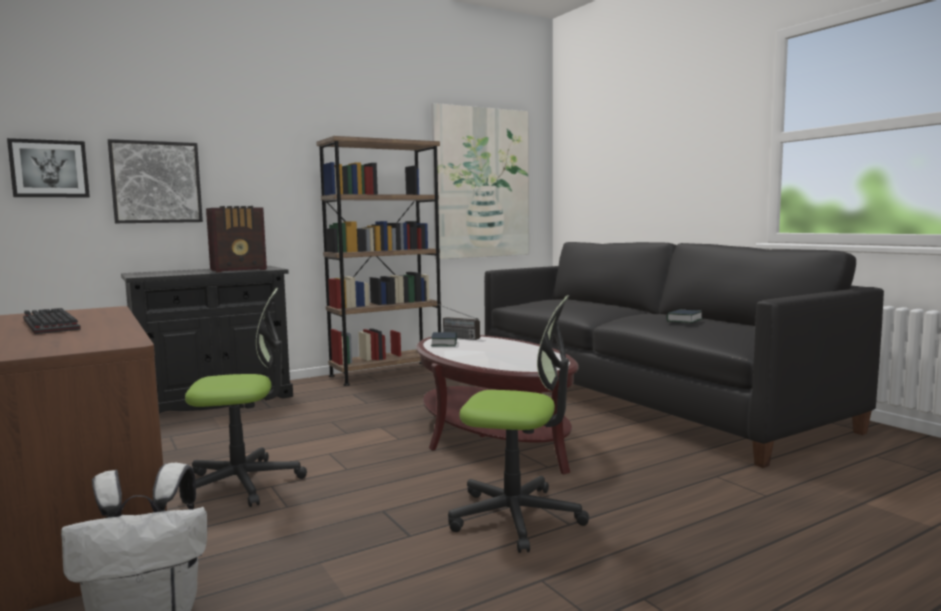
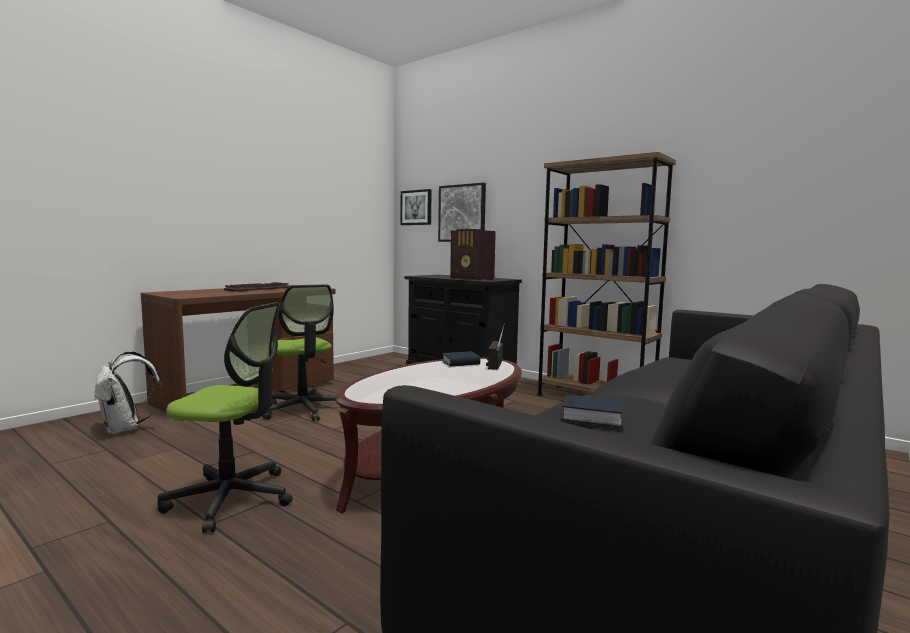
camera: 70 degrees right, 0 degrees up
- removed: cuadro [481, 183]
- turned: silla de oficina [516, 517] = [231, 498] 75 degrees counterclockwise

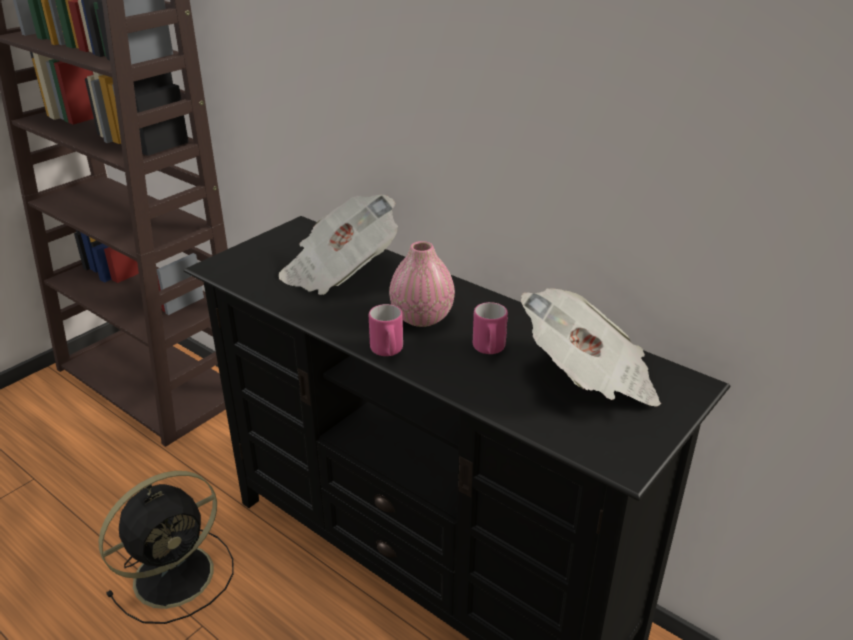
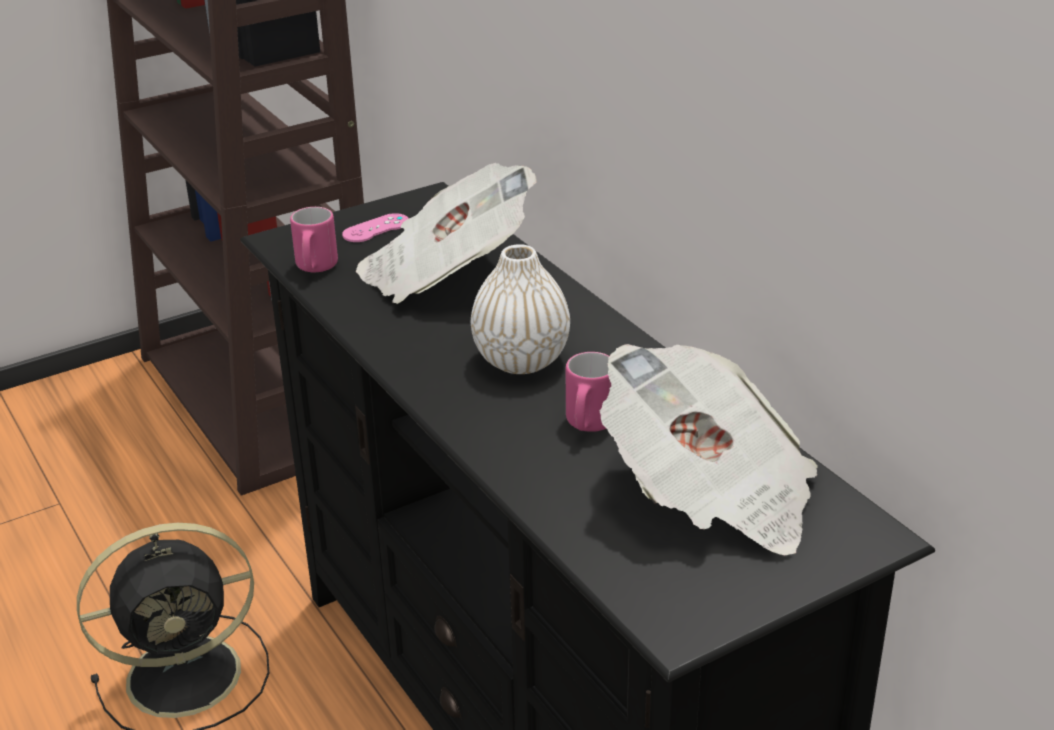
camera: 20 degrees right, 0 degrees up
- added: mando de consola [rosa] [376, 228]
- moved: taza grande [rosa] [388, 352] to [315, 268]
- recoloured: florero [rosa] [422, 317] to florero [blanco] [521, 360]

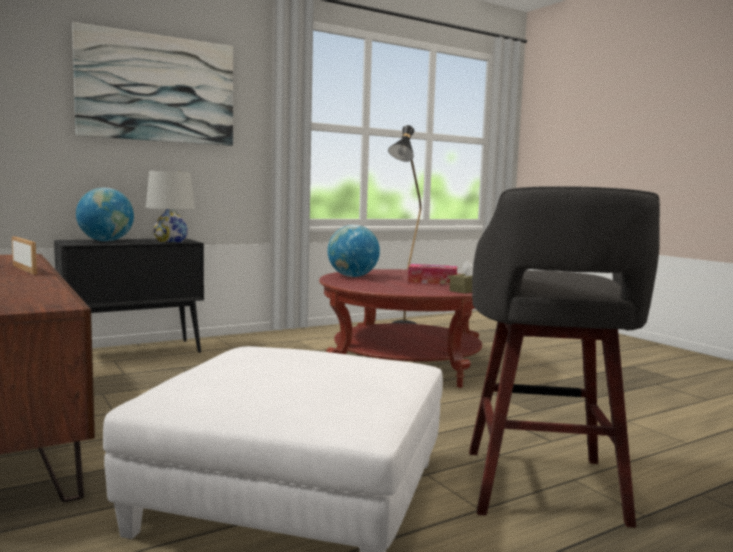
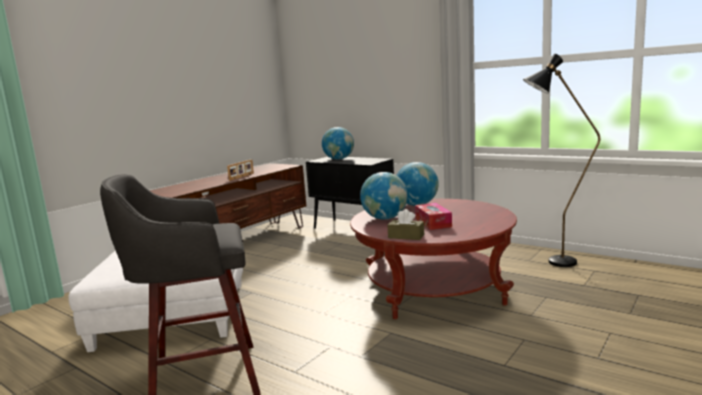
camera: 70 degrees right, 5 degrees up
- removed: cuadro [157, 89]
- removed: lámpara de mesa [blanco] [170, 241]
- added: globo terráqueo [385, 218]

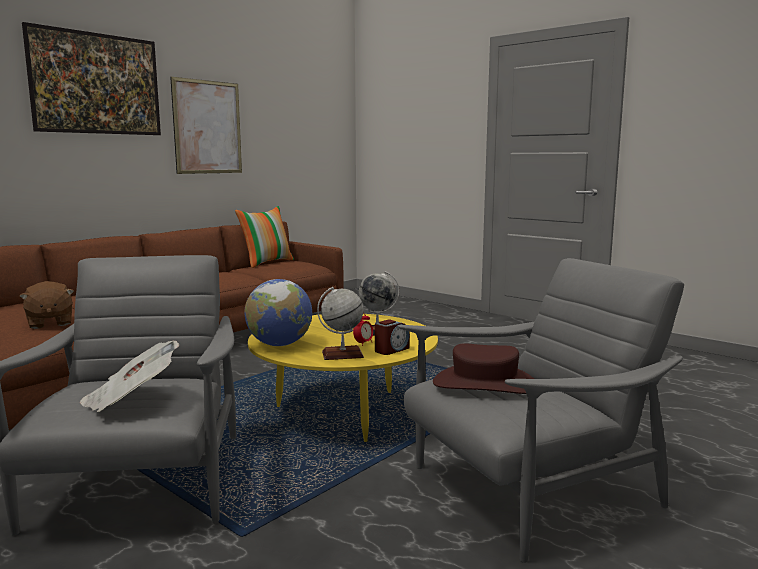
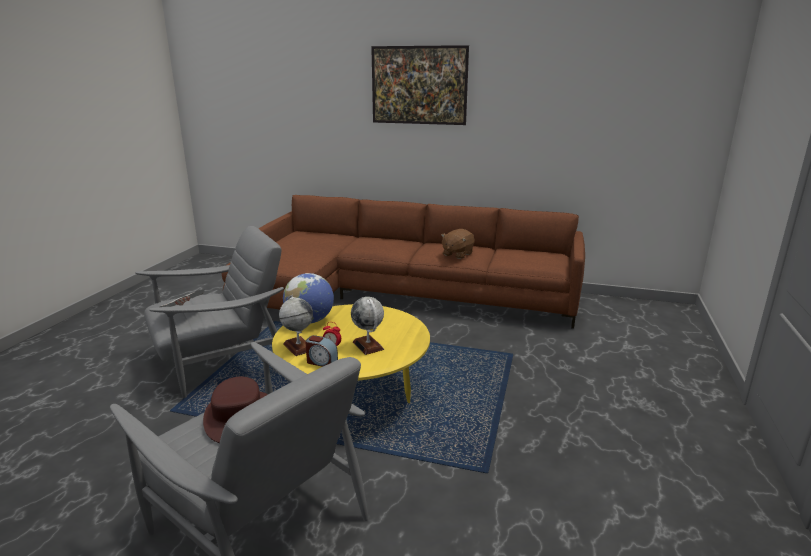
camera: 65 degrees right, 10 degrees up
- removed: cuadro [207, 127]
- removed: cojín [267, 263]
- moved: peluche [marrón] [49, 323] to [457, 254]

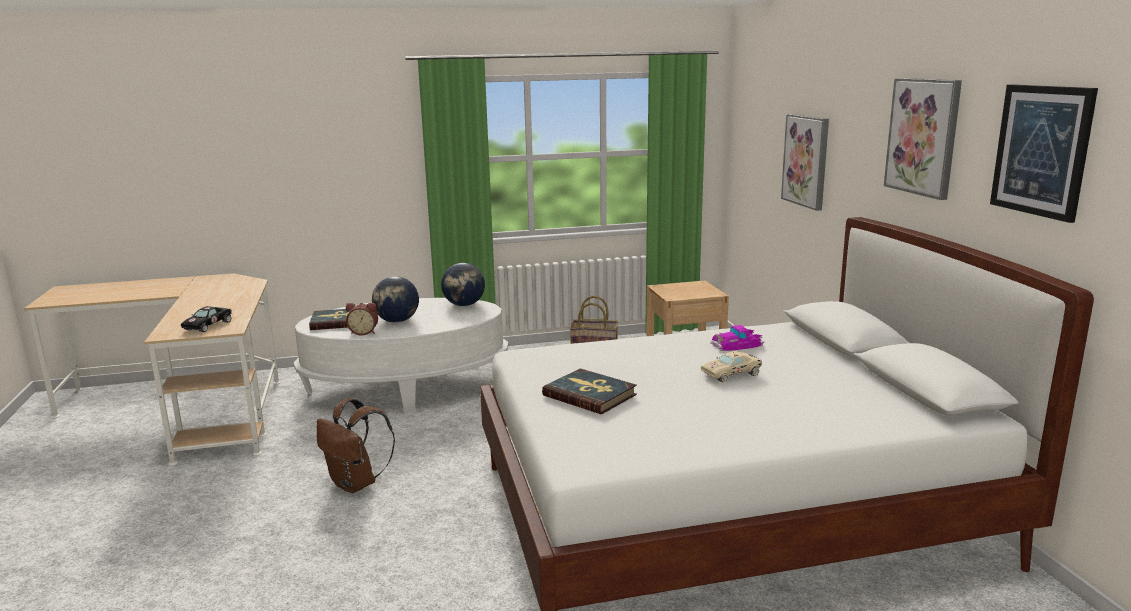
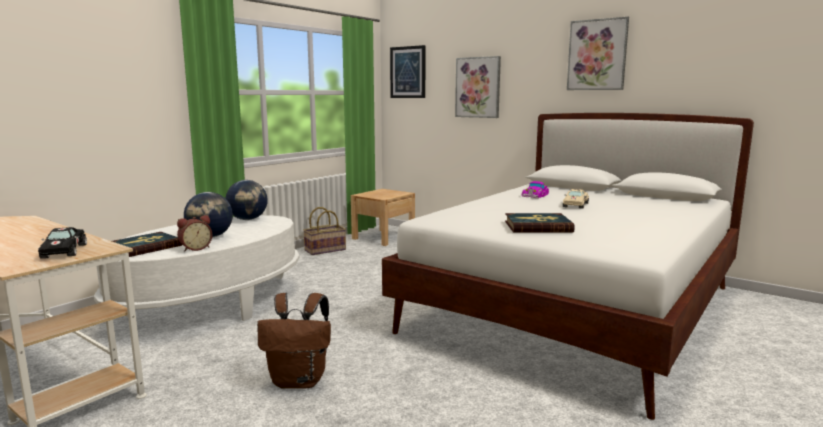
camera: 40 degrees left, 5 degrees down
- moved: cuadro [1042, 150] to [408, 72]

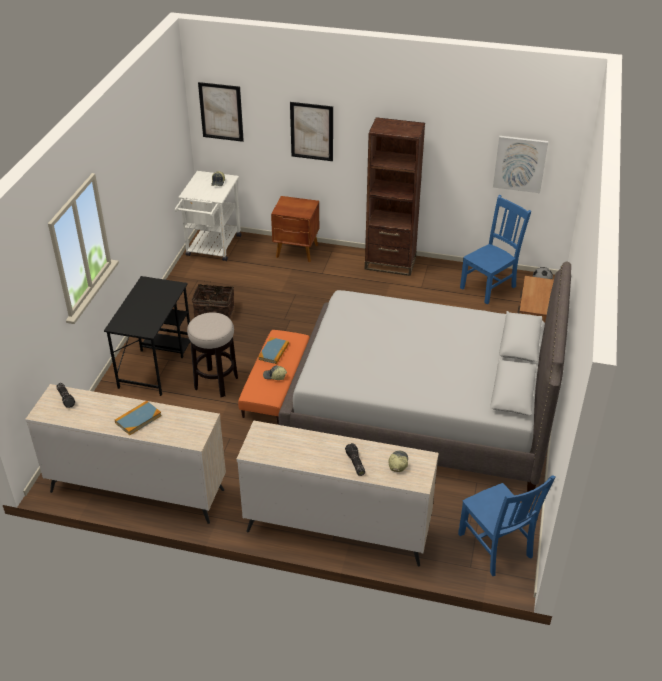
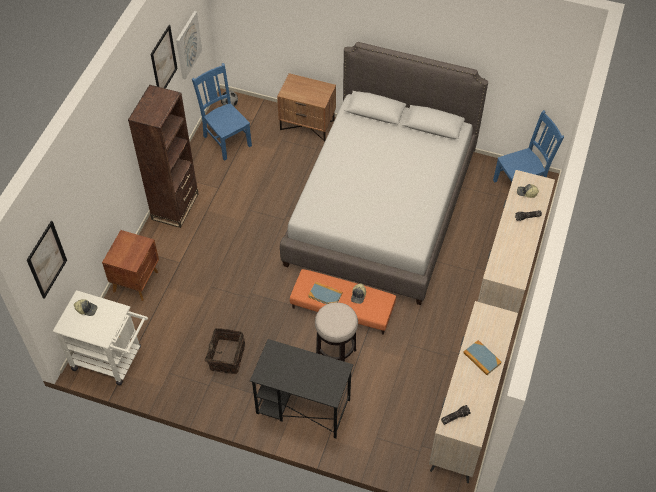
camera: 85 degrees left, 15 degrees up
- moved: cuadro [312, 131] to [163, 61]

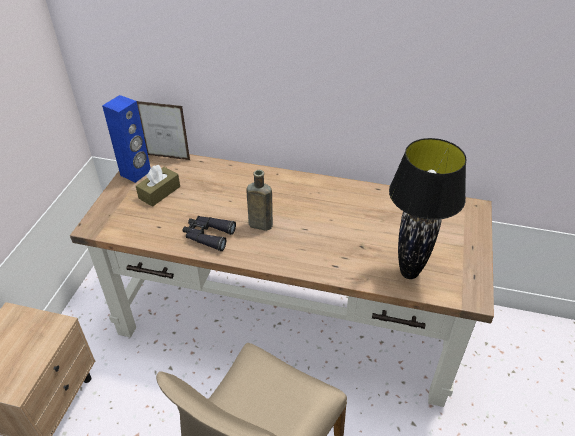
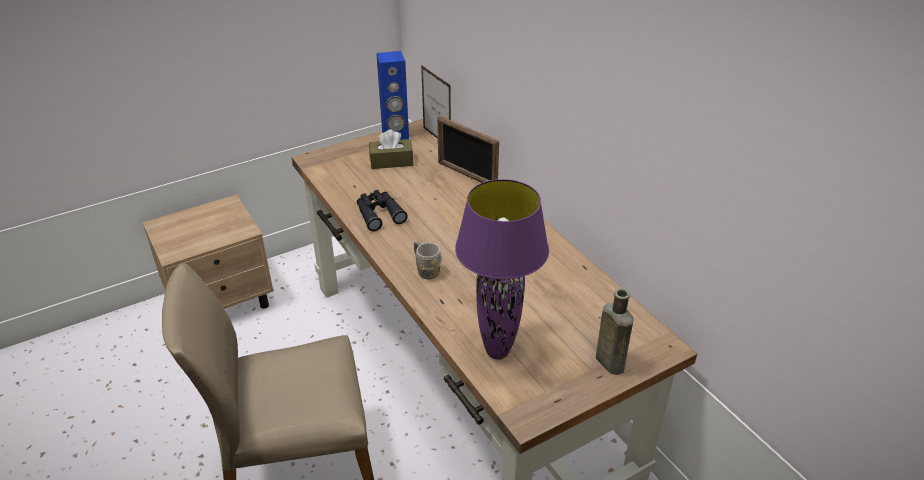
camera: 45 degrees right, 5 degrees down
- added: taza grande [gris] [426, 270]
- added: portarretratos [466, 175]
- moved: botella [marrón] [258, 224] to [608, 361]
- recoloured: lámpara de mesa [negro] [408, 273] to lámpara de mesa [morado] [496, 352]

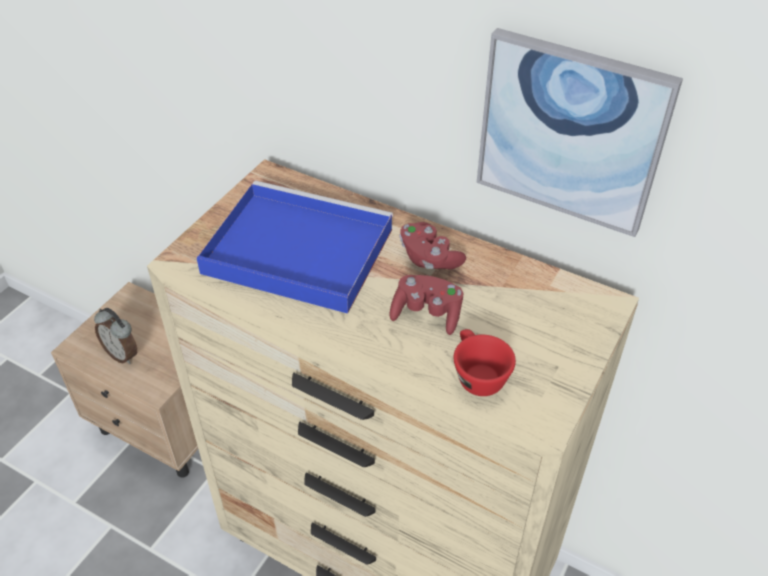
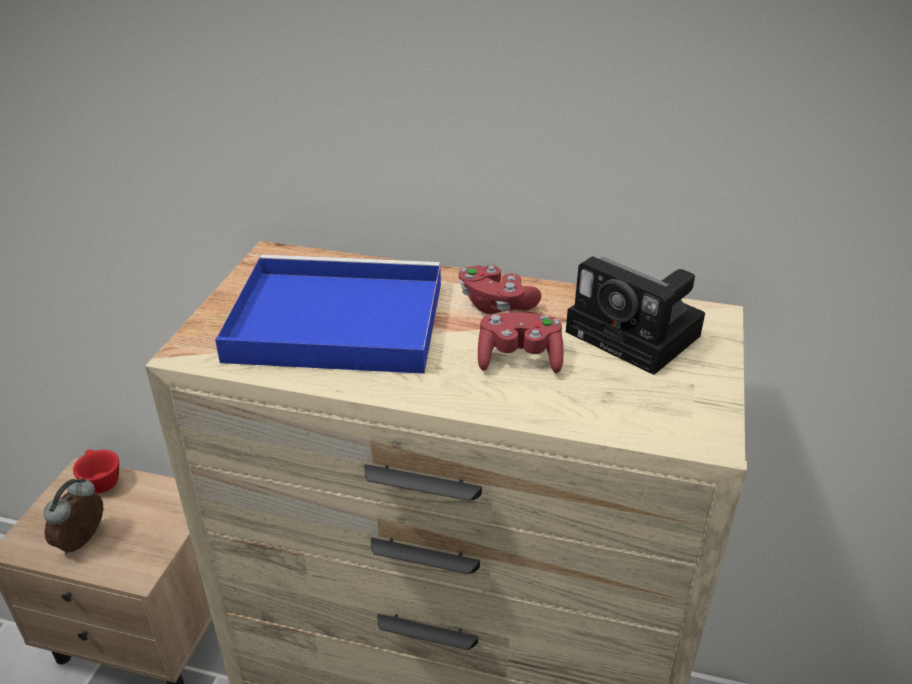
camera: 15 degrees left, 10 degrees down
- removed: cuadro [570, 132]
- added: cámara [638, 335]
- moved: taza [rojo] [476, 375] to [99, 480]
- turned: despertador [122, 354] = [84, 541] 90 degrees clockwise

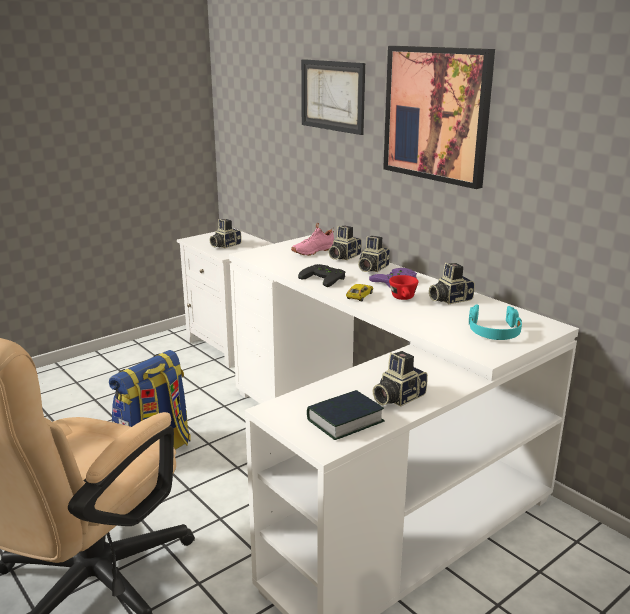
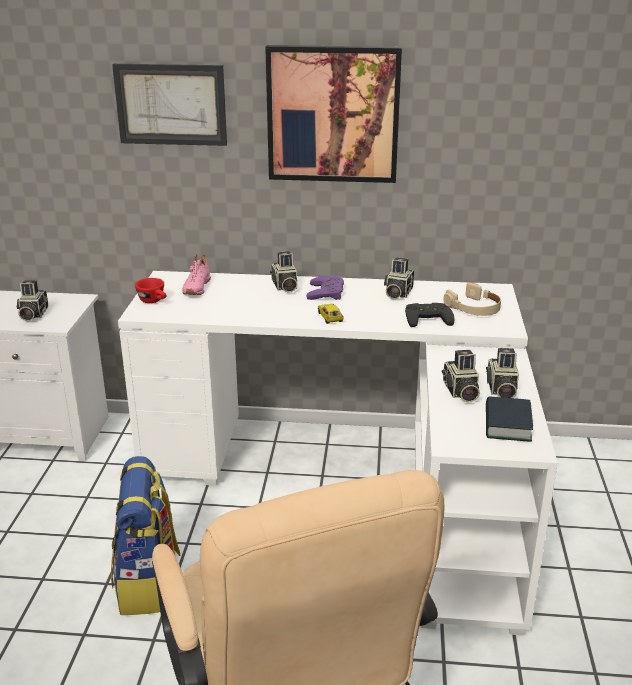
camera: 45 degrees left, 5 degrees up
- moved: mando de consola [negro] [325, 278] to [427, 317]
- moved: cámara [343, 257] to [460, 392]
- moved: taza [rojo] [404, 298] to [154, 301]
- recoloured: auriculares [turquesa] [494, 331] to auriculares [beis] [474, 308]

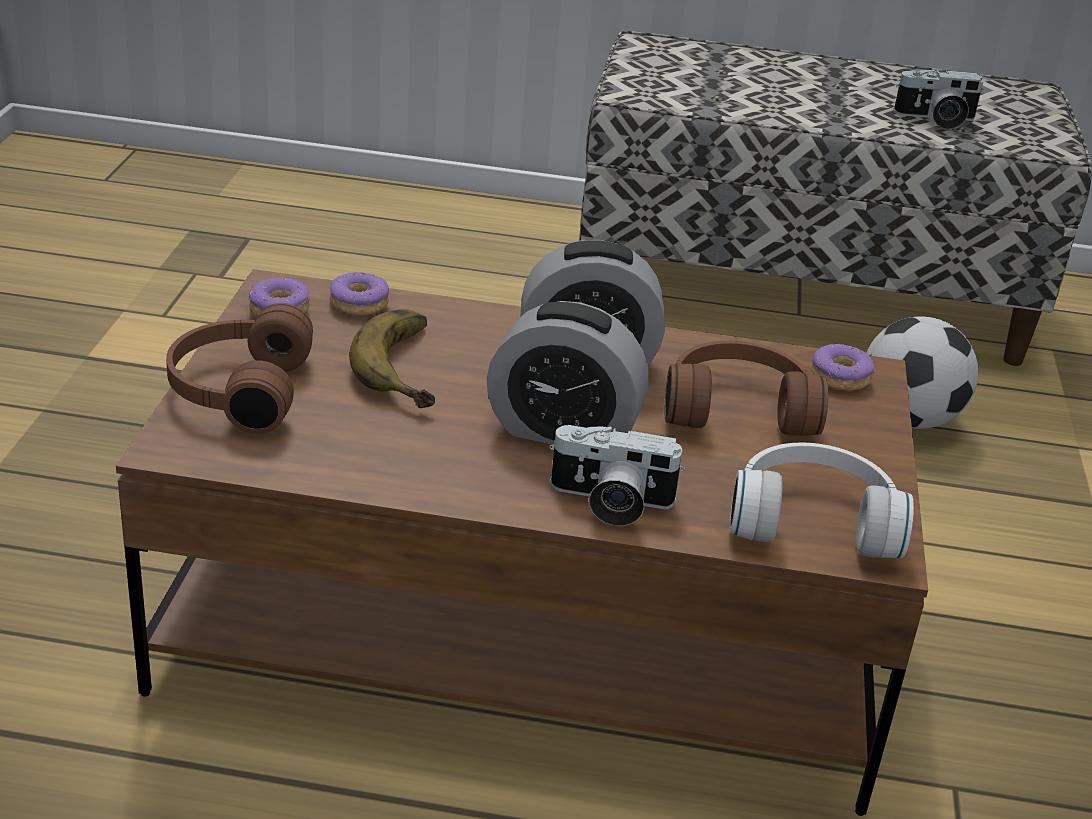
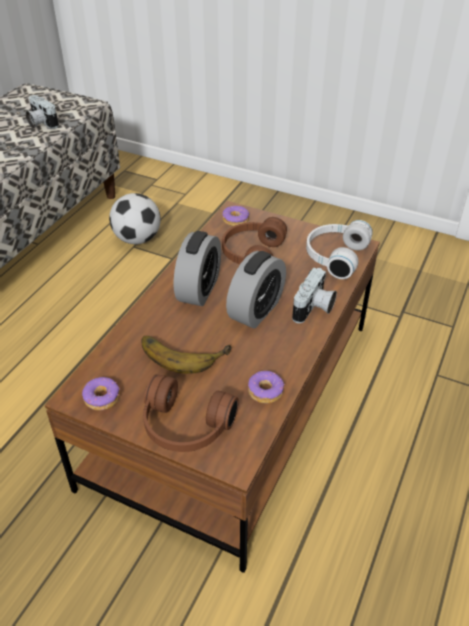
camera: 70 degrees left, 10 degrees up
- moved: rosquilla [359, 304] to [265, 391]
- turned: cámara [935, 119] = [40, 123] 120 degrees clockwise

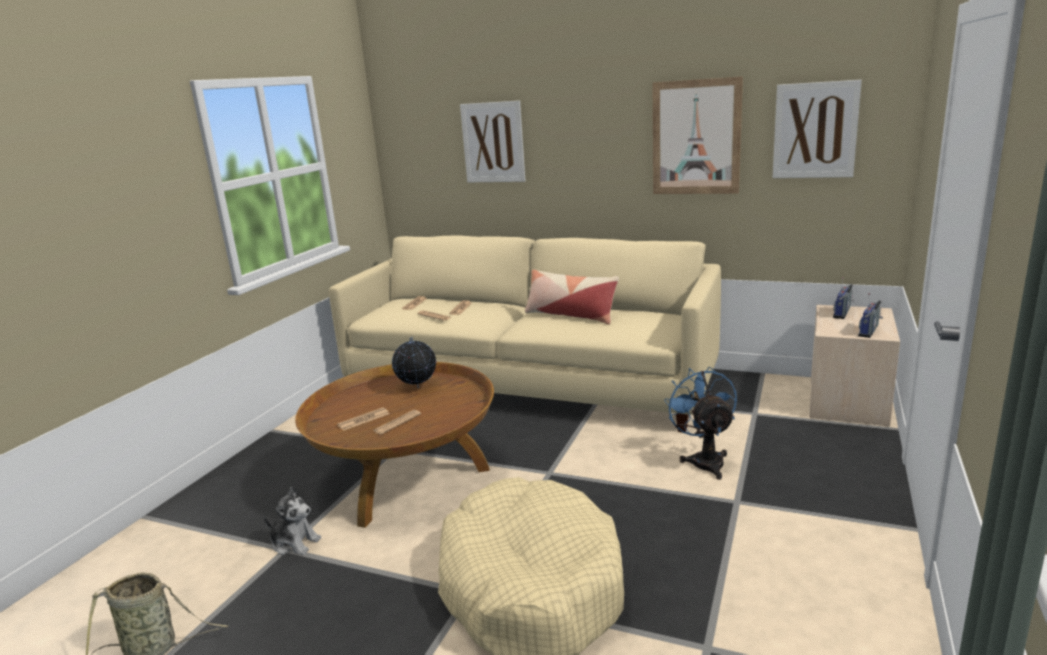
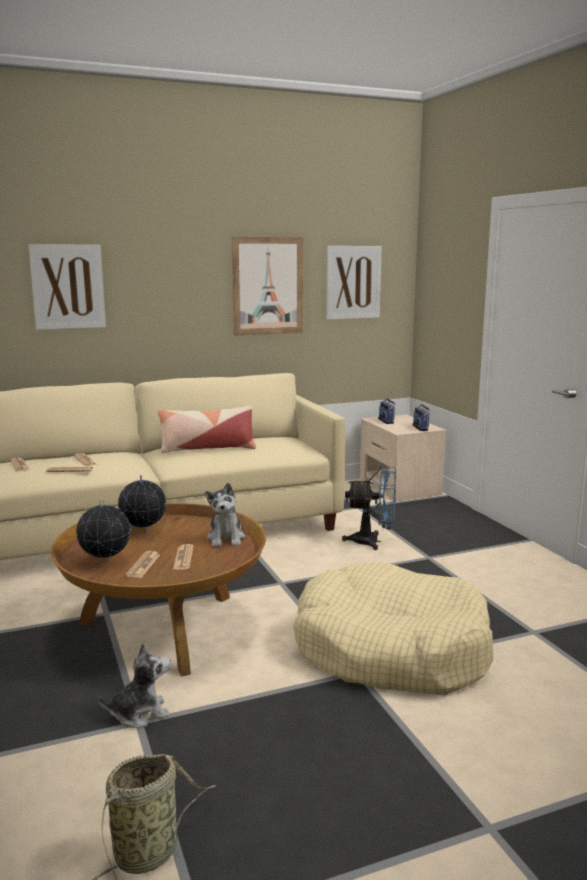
camera: 45 degrees left, 5 degrees down
- added: globo terráqueo [106, 562]
- added: peluche [226, 538]
- turned: ventilador [azul] [704, 460] = [372, 541] 150 degrees clockwise

